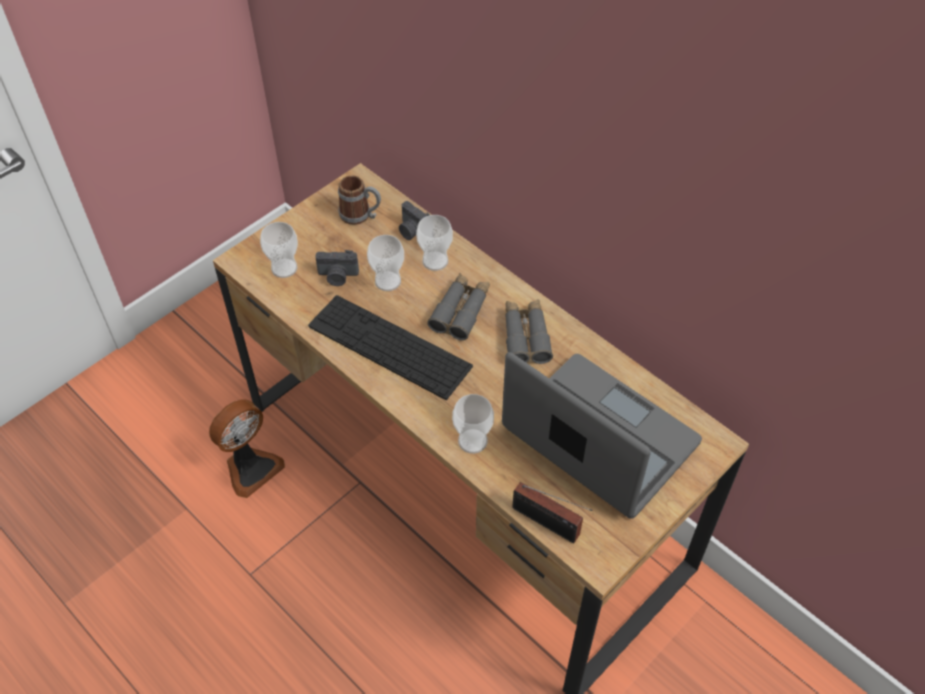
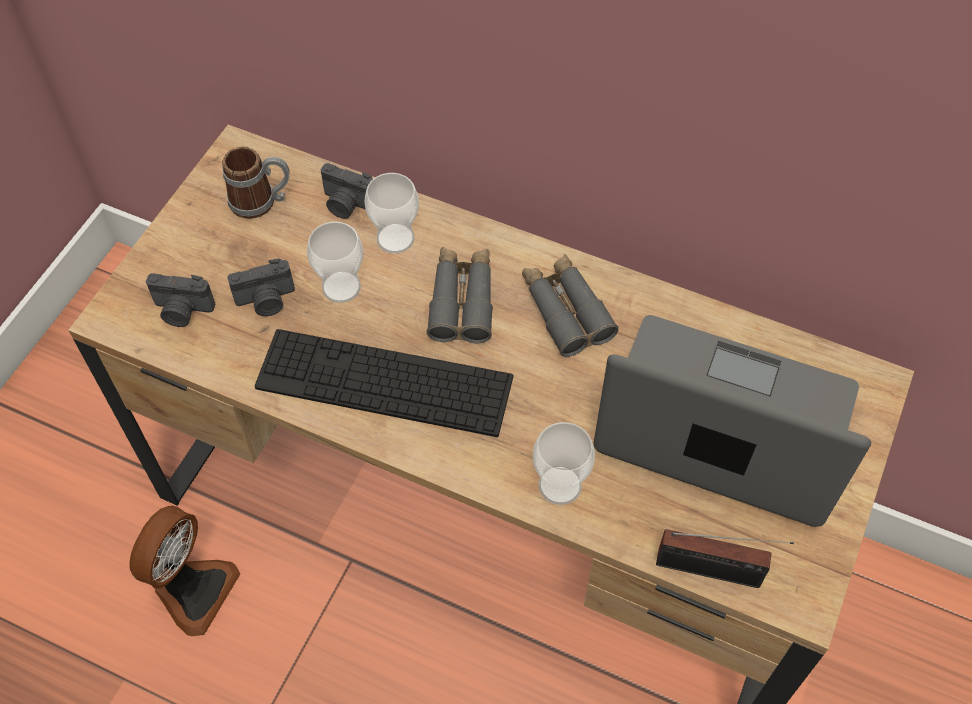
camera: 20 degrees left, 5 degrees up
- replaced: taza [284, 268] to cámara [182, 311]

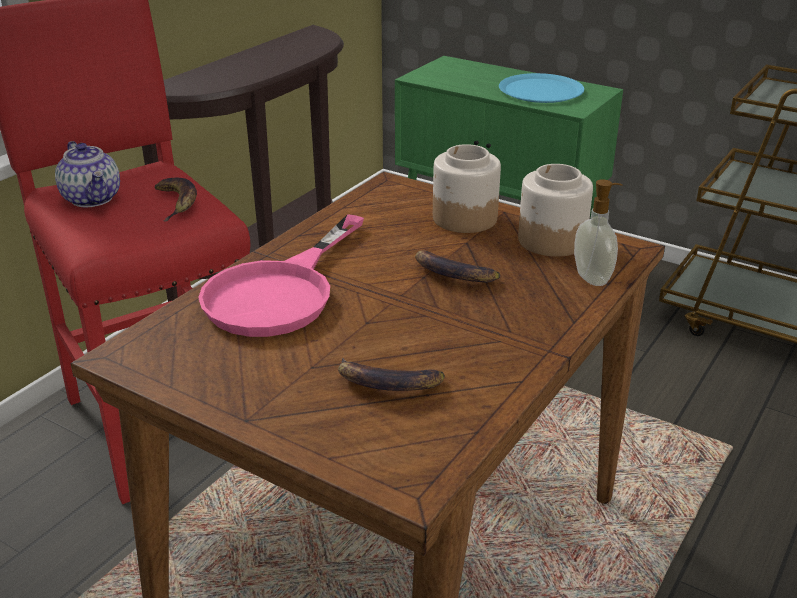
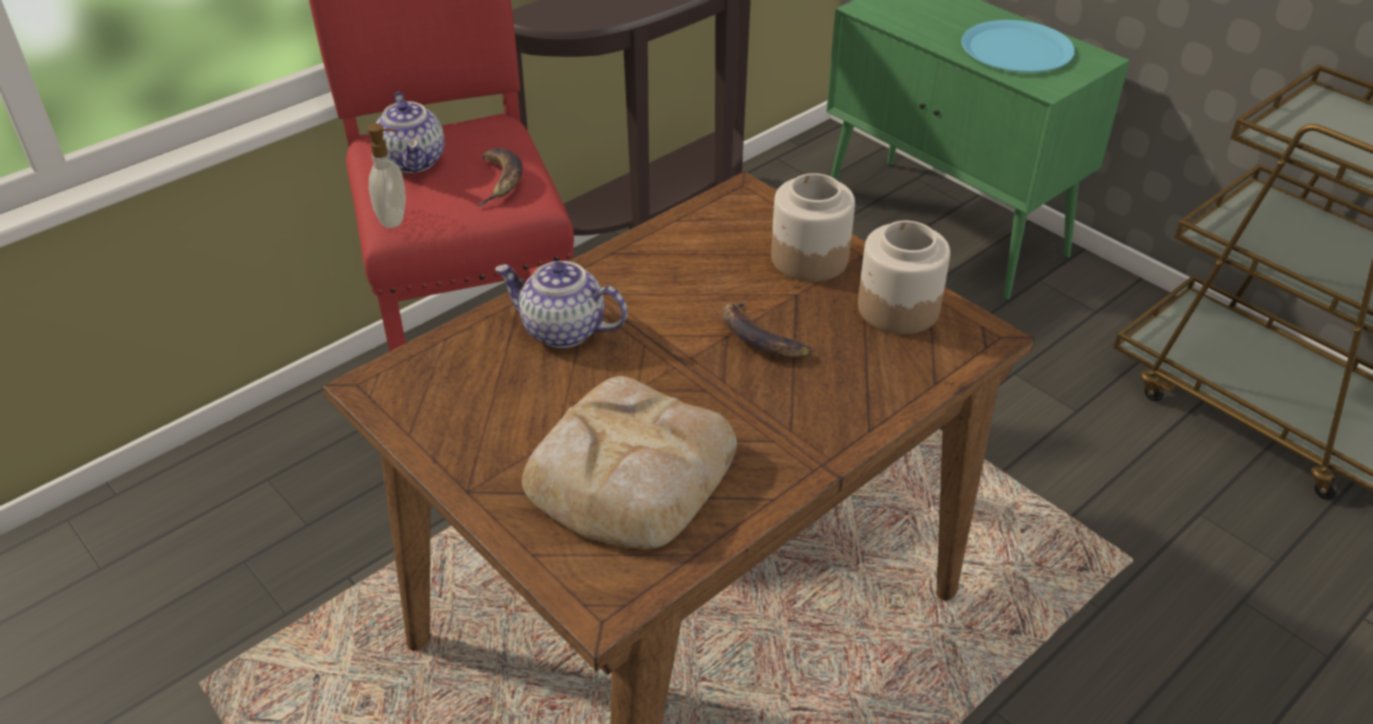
camera: 15 degrees right, 10 degrees up
- moved: dispensador de jabón [593, 278] to [394, 218]
- replaced: sartén [rosa] [280, 292] to tetera [562, 330]
- replaced: plátano [386, 383] to pan [627, 474]

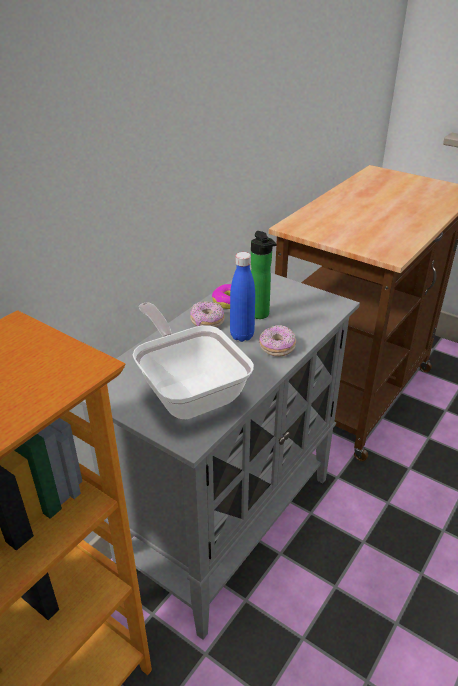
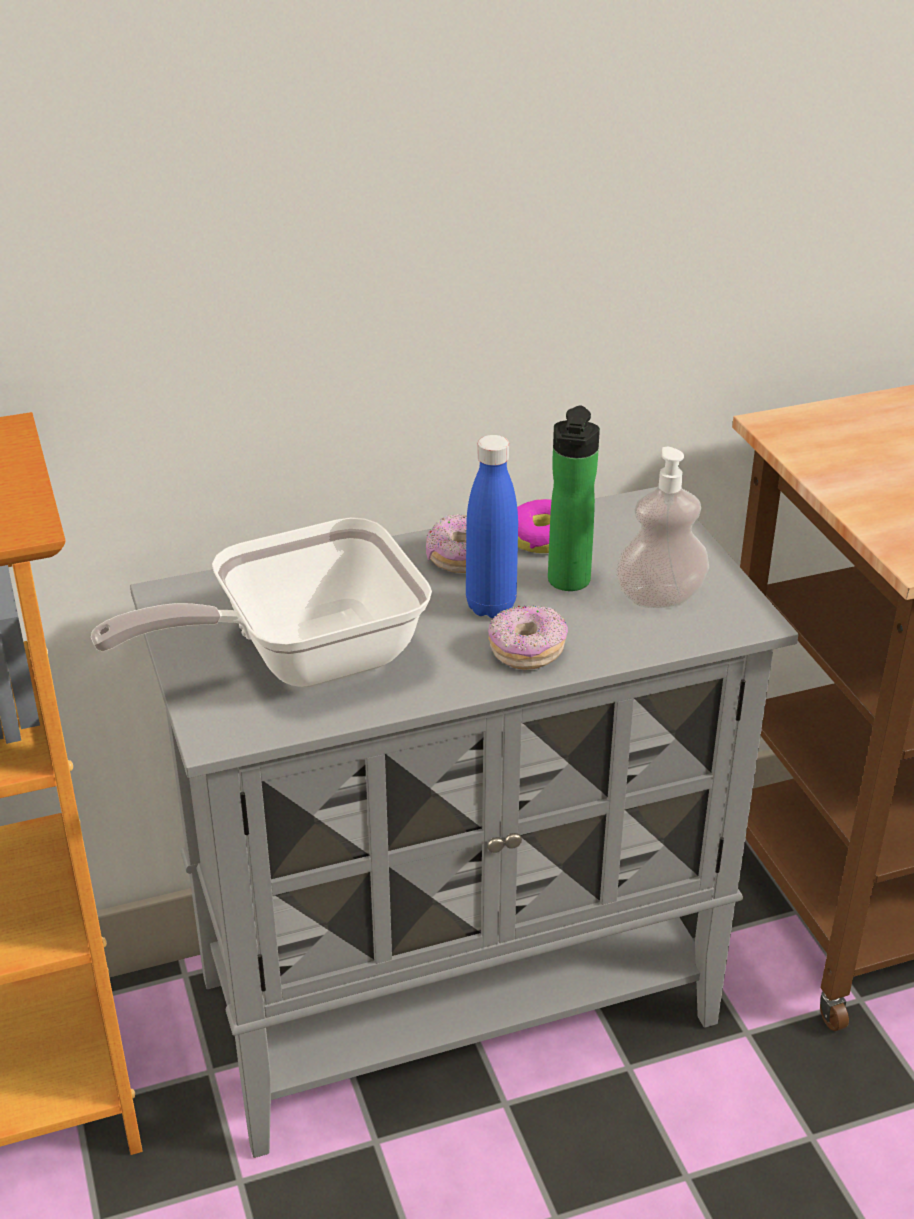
camera: 35 degrees right, 0 degrees up
- added: dispensador de jabón [659, 597]
- turned: sartén [189, 390] = [300, 659] 120 degrees counterclockwise

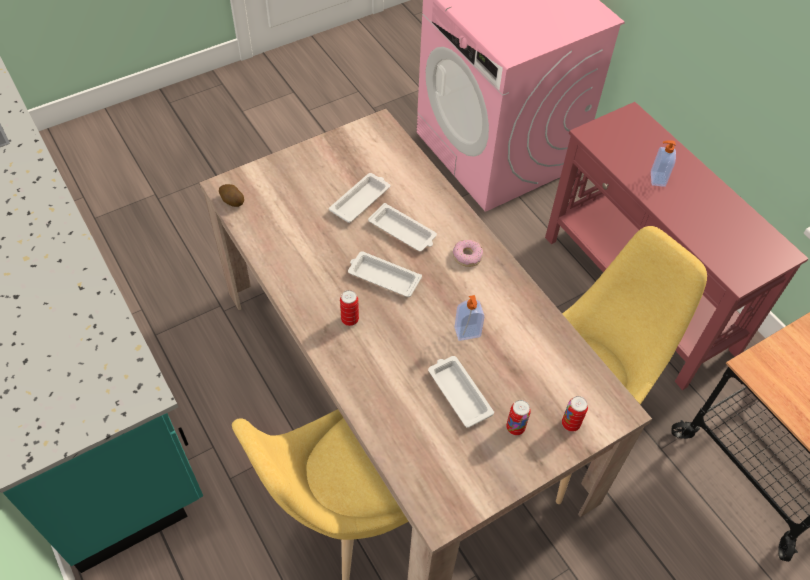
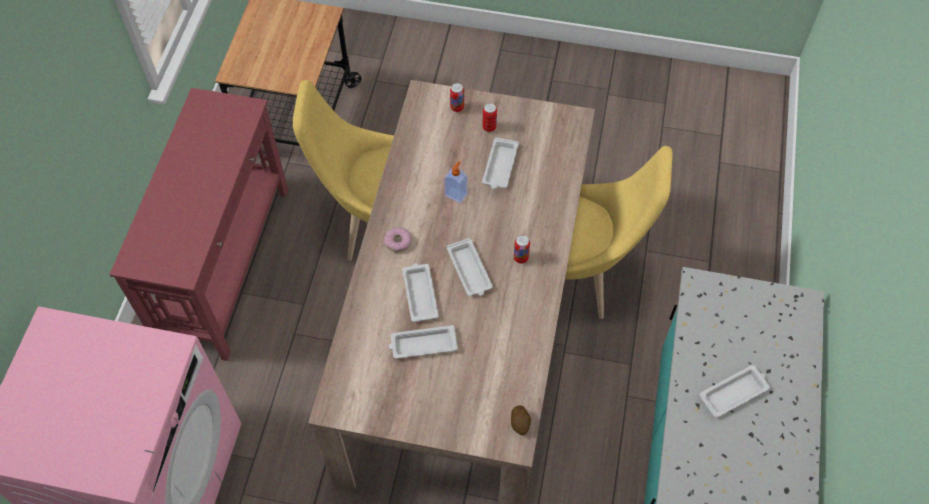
camera: 135 degrees left, 5 degrees up
- removed: dispensador de jabón [657, 179]
- added: bandeja [blanco] [734, 392]

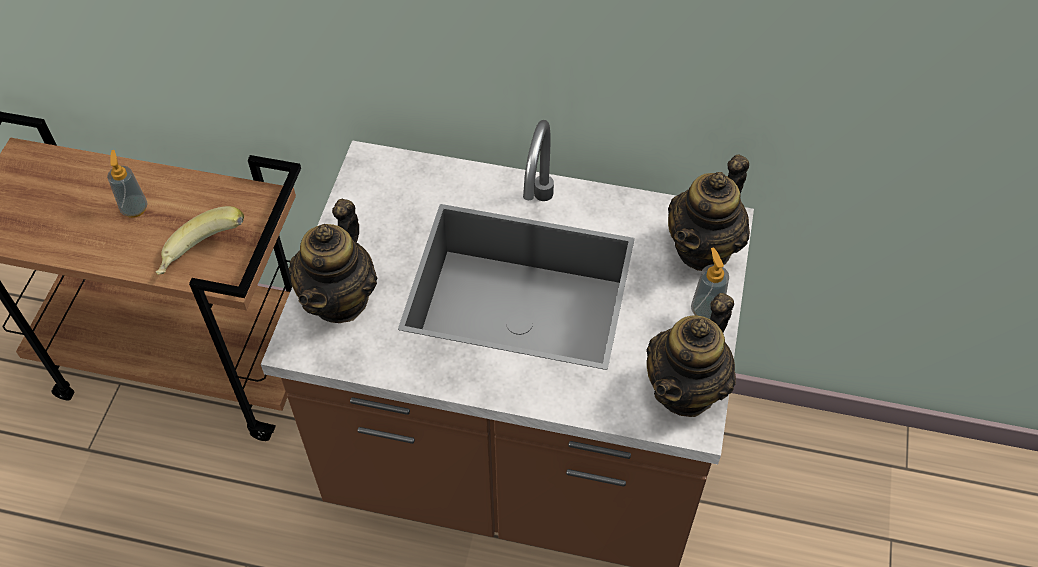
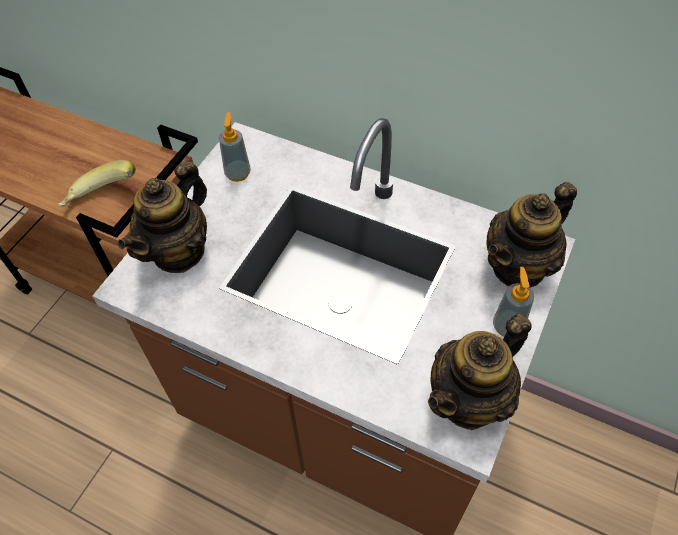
camera: 15 degrees right, 0 degrees up
- moved: dispensador de jabón [134, 208] to [238, 173]

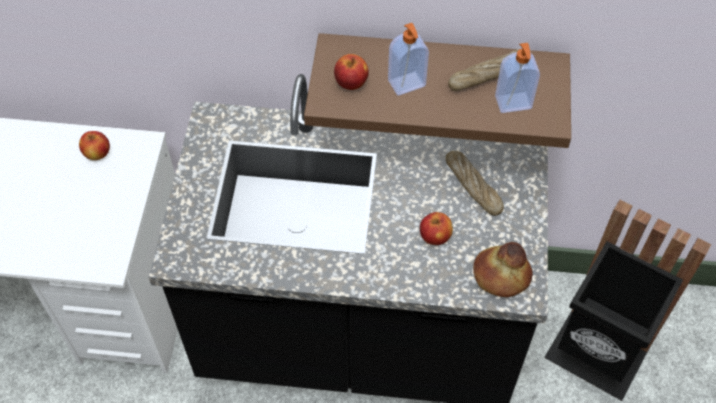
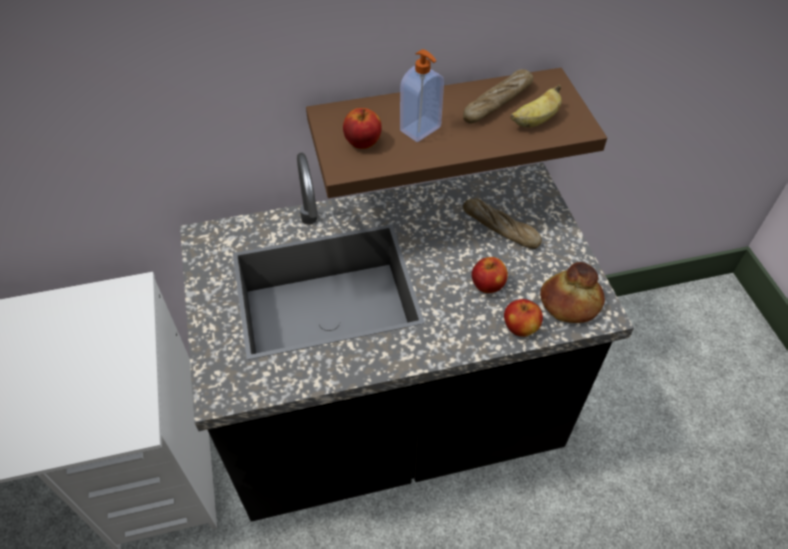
camera: 20 degrees left, 5 degrees down
- removed: papelera [negro] [596, 354]
- moved: manzana [97, 154] to [520, 328]
- replaced: dispensador de jabón [513, 103] to plátano [535, 121]

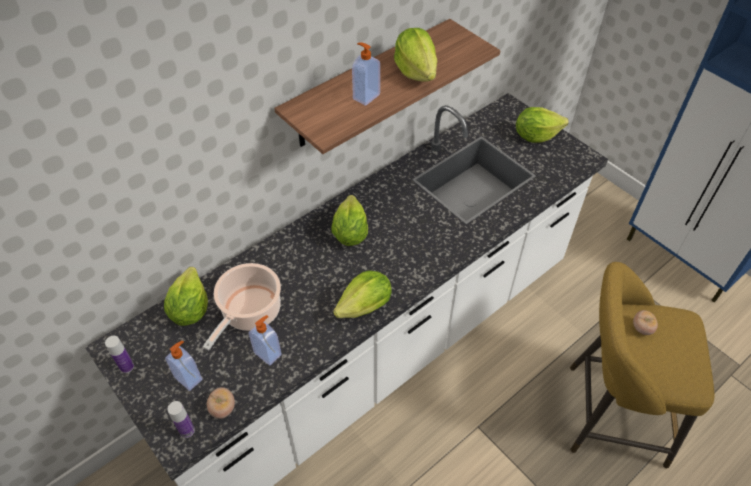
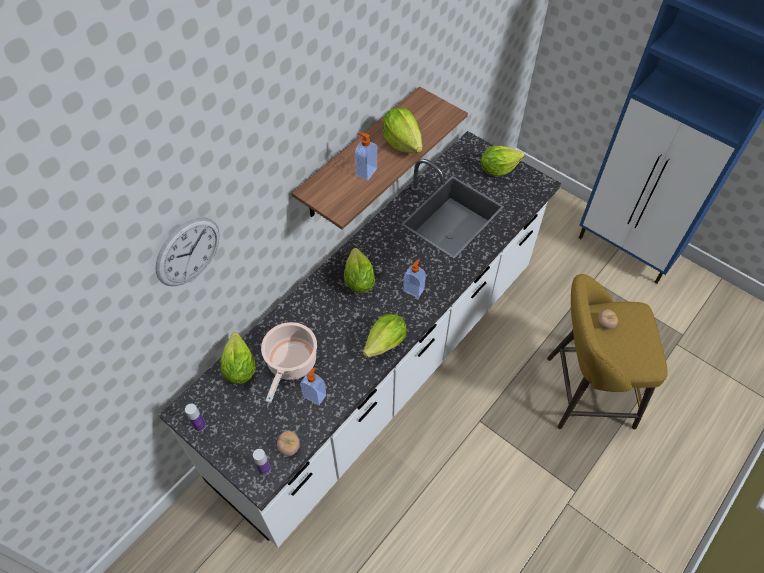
camera: 10 degrees left, 5 degrees up
- added: reloj de pared [188, 252]
- moved: dispensador de jabón [189, 378] to [414, 290]

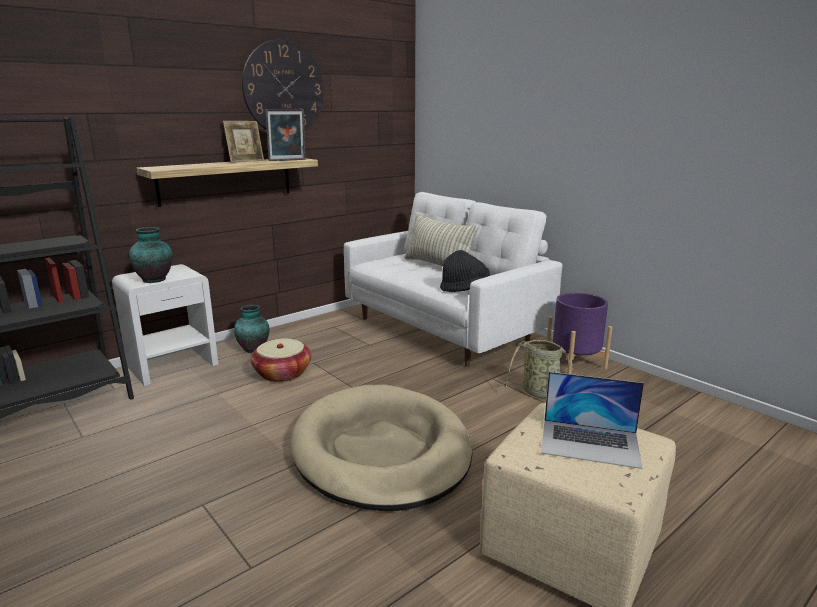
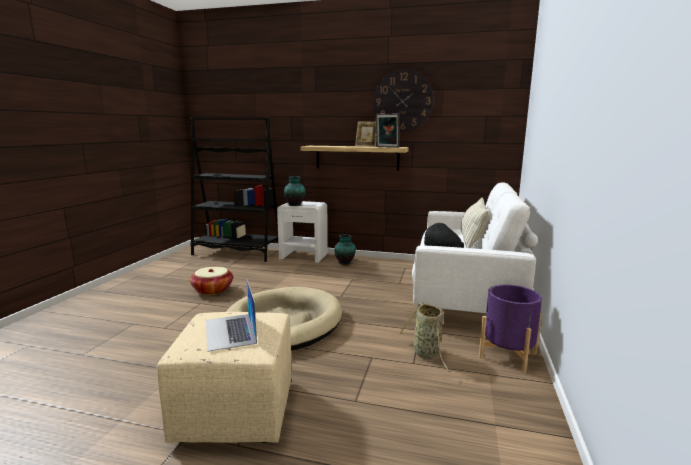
camera: 55 degrees right, 5 degrees down
- moved: cesta [282, 373] to [212, 290]

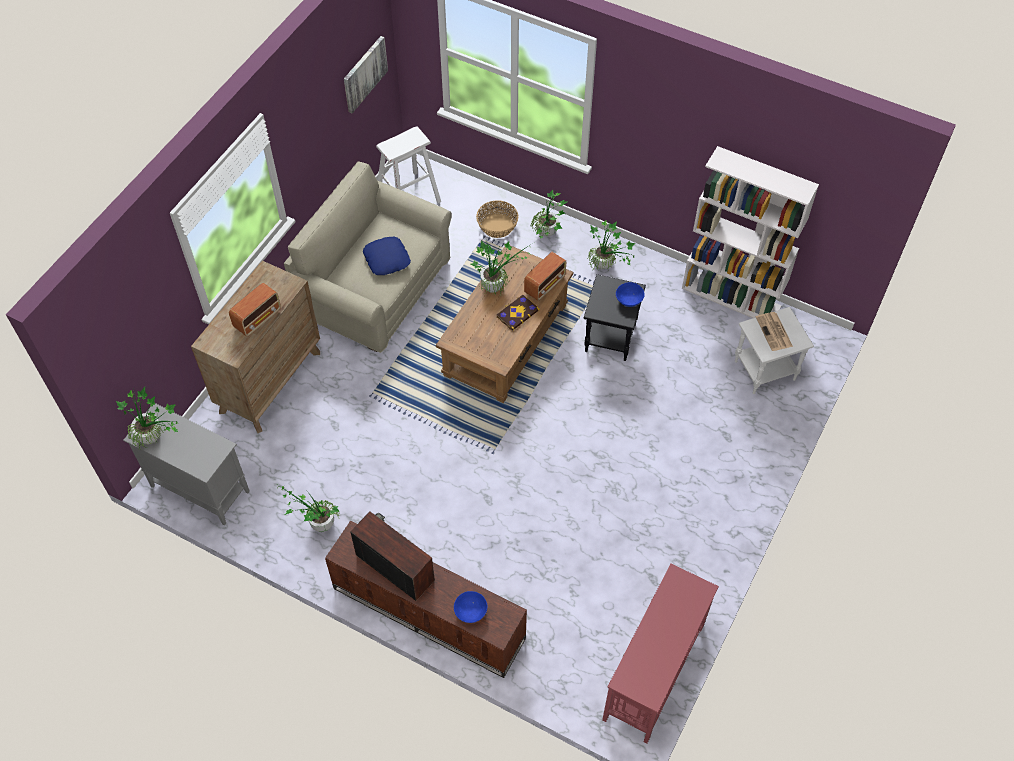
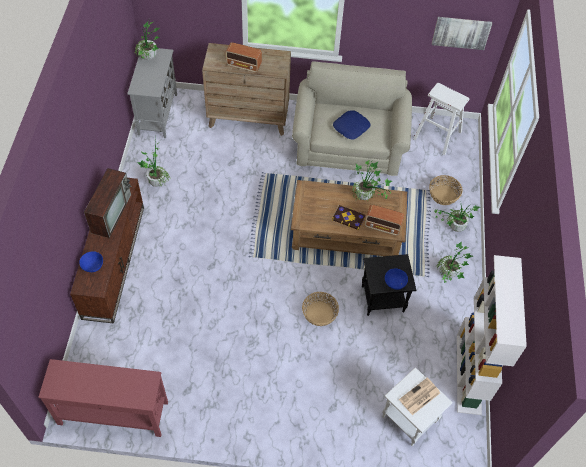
camera: 65 degrees right, 0 degrees up
- added: cesta [319, 313]

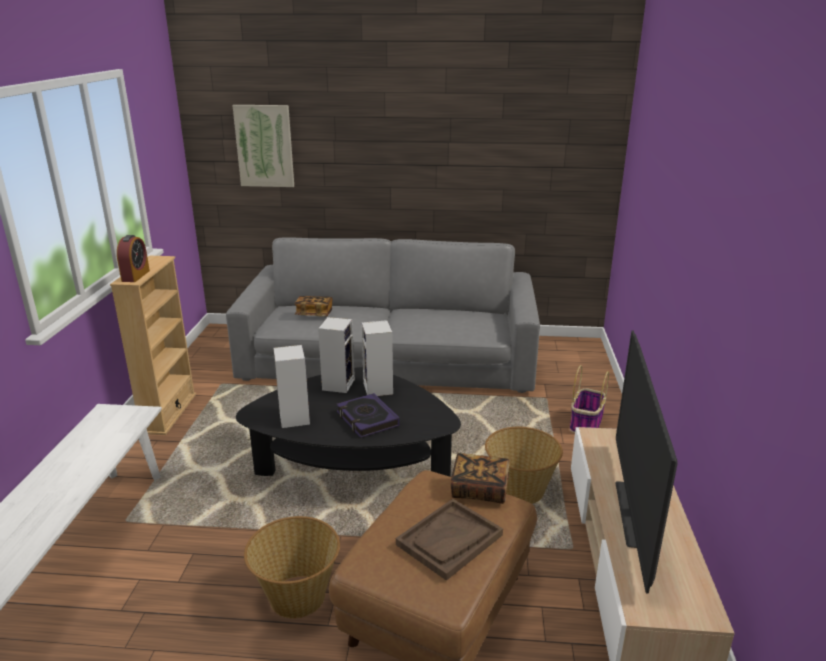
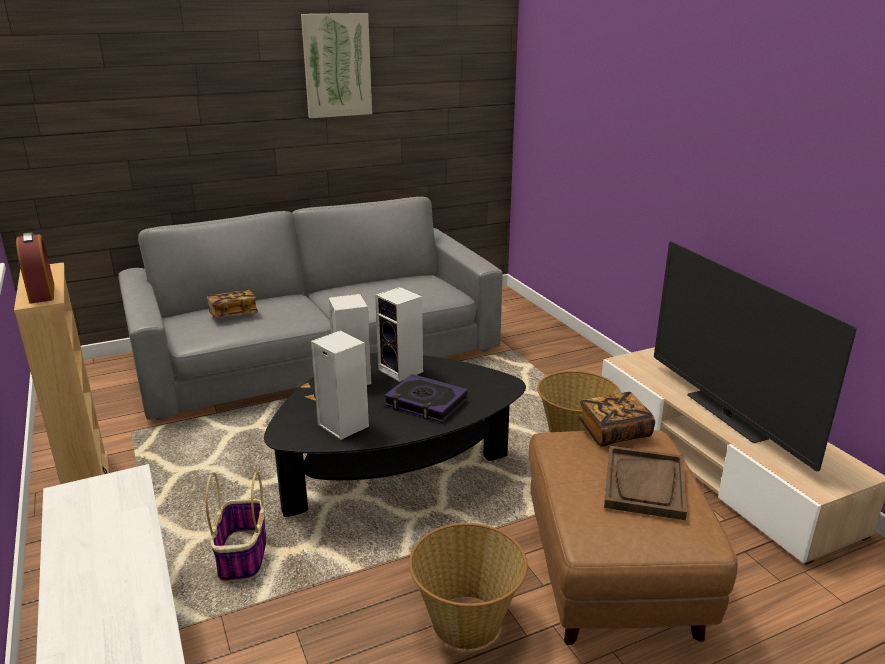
camera: 30 degrees left, 0 degrees up
- moved: cuadro [264, 146] to [337, 65]
- moved: cesta [586, 424] to [243, 557]

